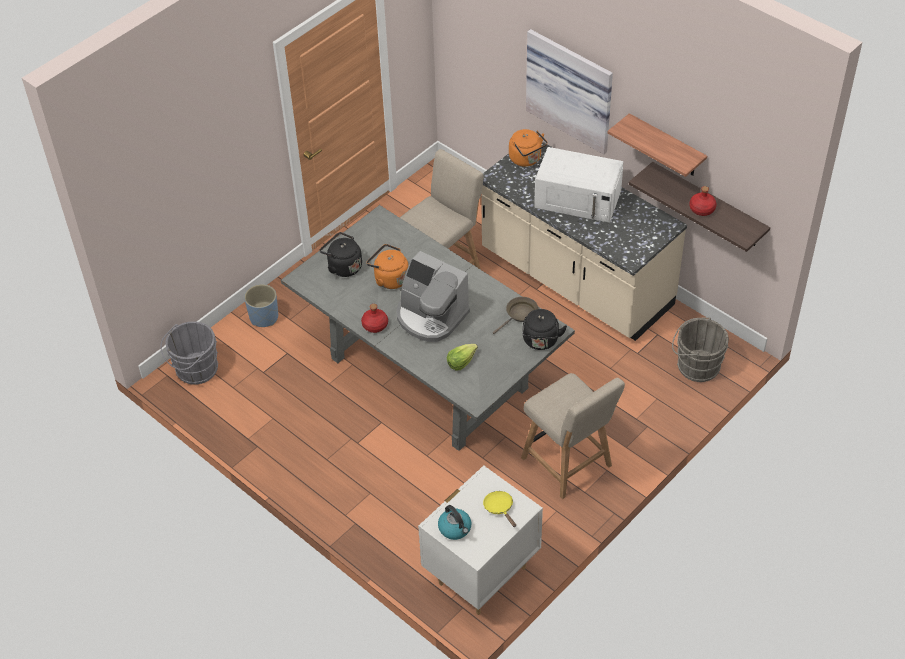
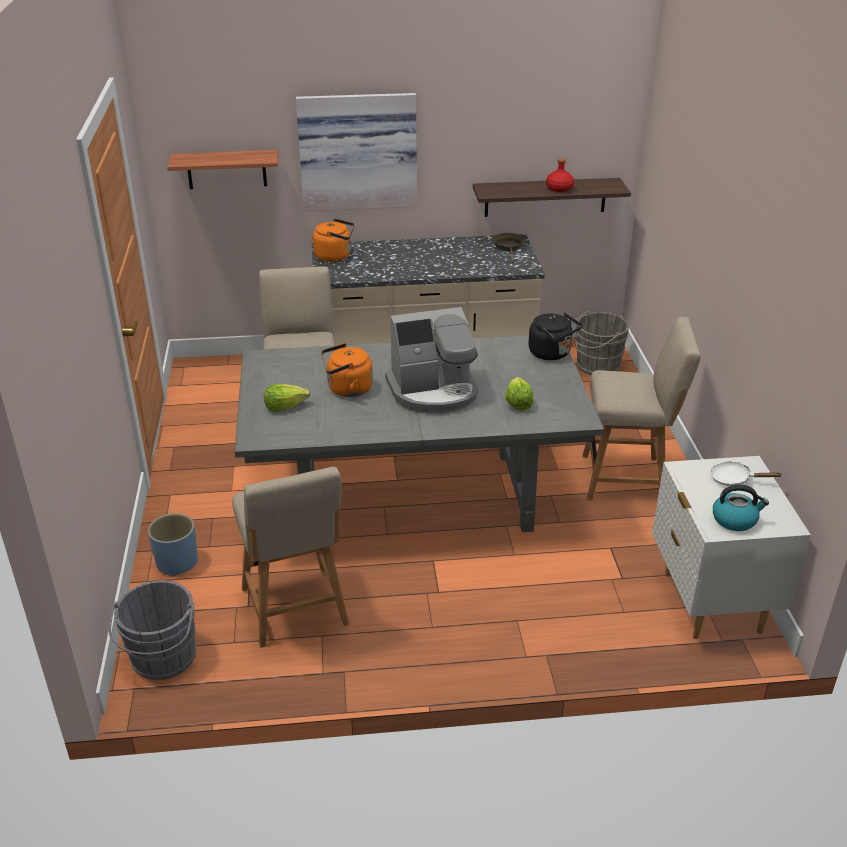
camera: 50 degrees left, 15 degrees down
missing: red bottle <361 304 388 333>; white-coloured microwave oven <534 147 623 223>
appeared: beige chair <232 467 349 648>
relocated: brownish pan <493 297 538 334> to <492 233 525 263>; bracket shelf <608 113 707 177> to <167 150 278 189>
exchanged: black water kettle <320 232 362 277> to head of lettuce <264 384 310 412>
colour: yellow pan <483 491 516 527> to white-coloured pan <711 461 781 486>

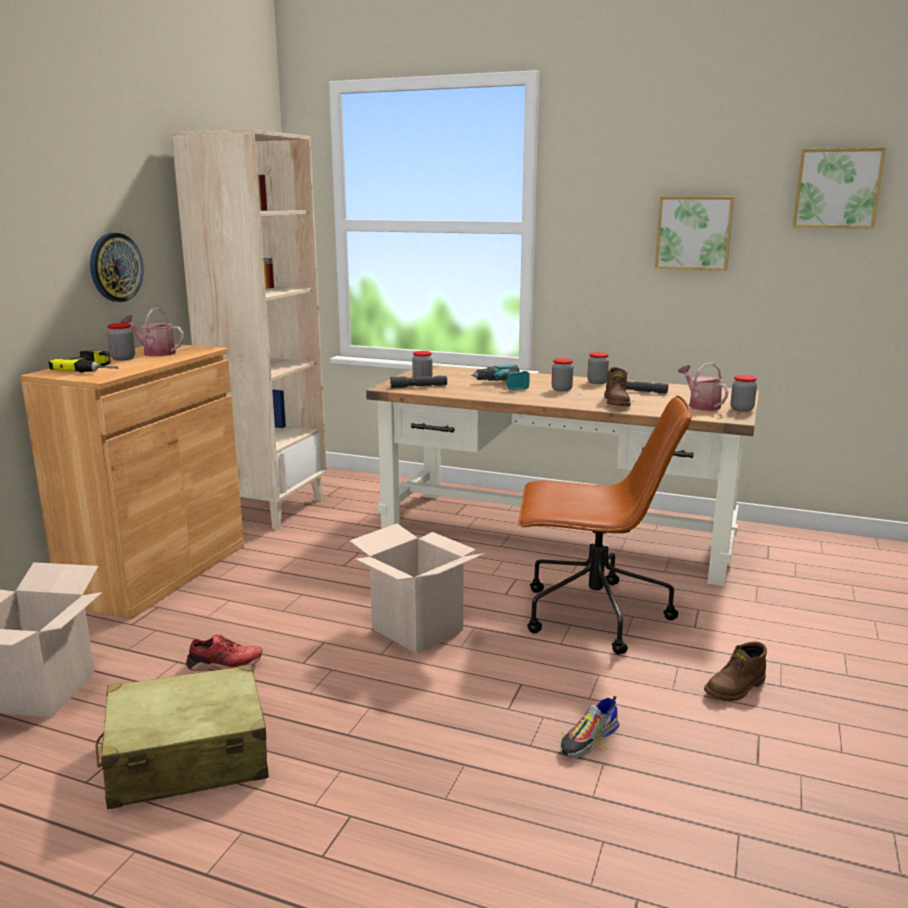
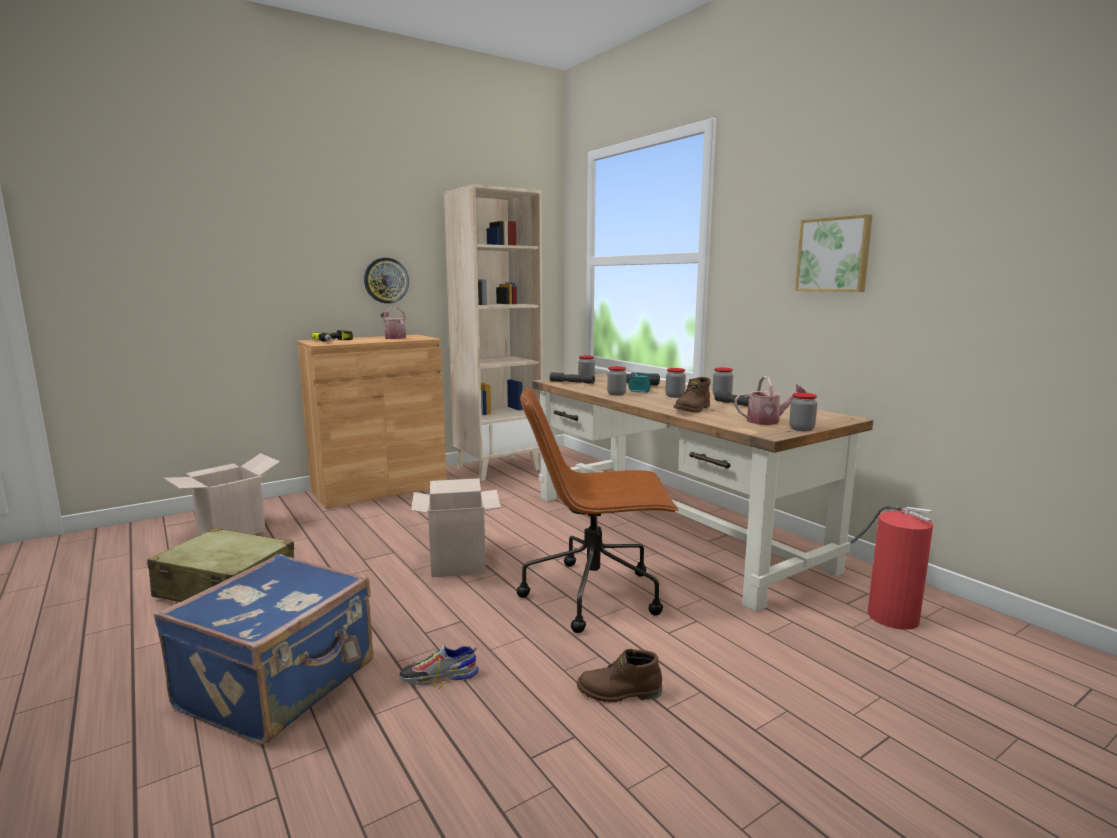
camera: 35 degrees right, 5 degrees down
missing: red shoe <186 635 262 671>; picture <793 148 886 228>
appeared: bluish travel case <154 554 373 745>; fire-fighting cylinder <850 506 933 630>
relocated: storage jar <107 323 135 361> to <607 366 627 396>
spun: brownish desk chair <518 395 692 655> = <517 387 678 633> 135 degrees clockwise; sprinkling can <678 363 729 411> = <734 376 807 425> 75 degrees clockwise

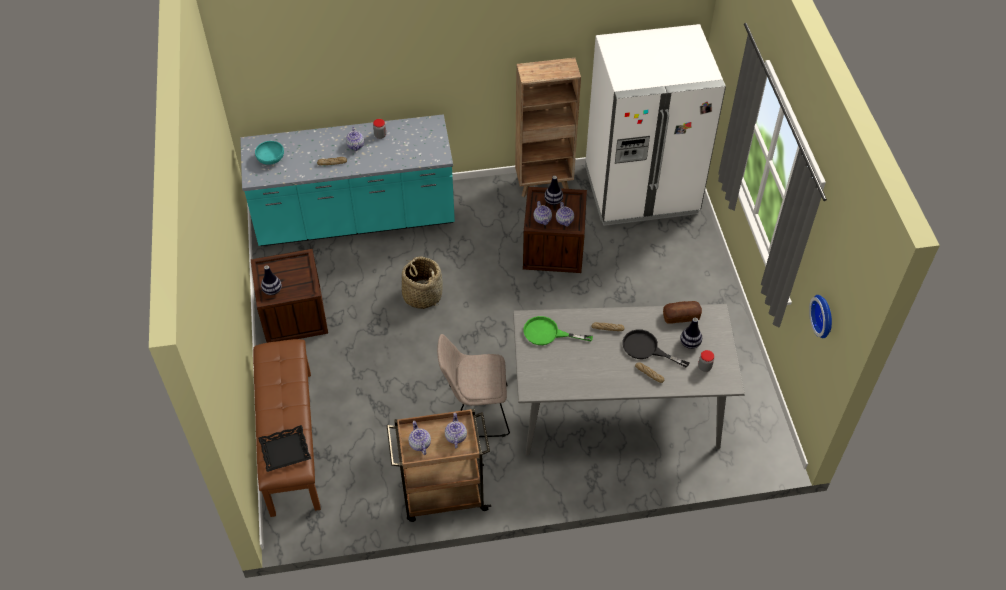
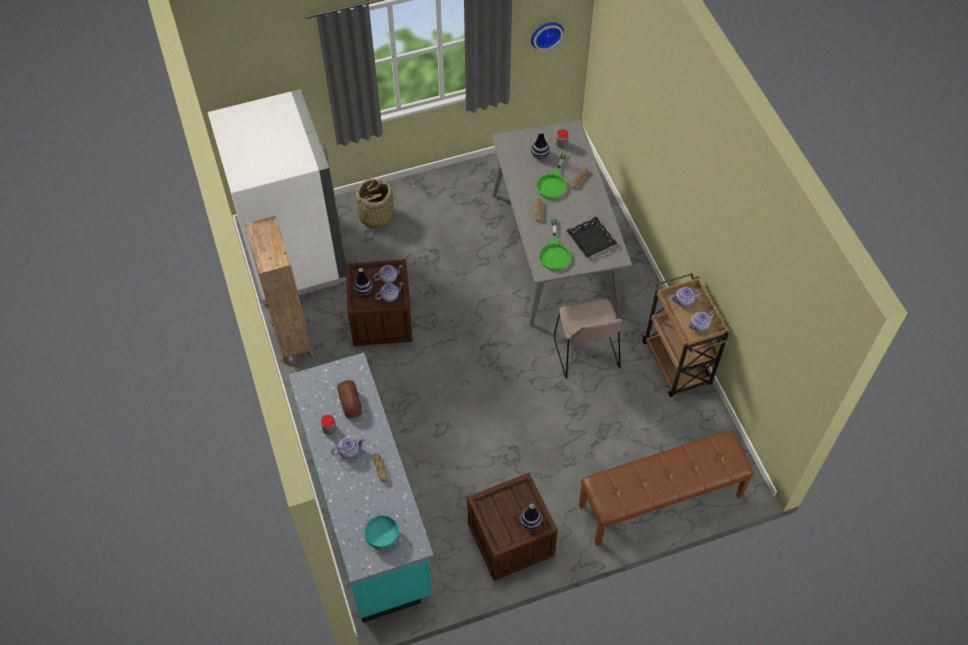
camera: 100 degrees left, 5 degrees up
relocated: black tray <258 425 311 472> to <566 217 617 258>; storage basket <402 256 442 309> to <356 178 393 228>; baked bread <663 301 702 324> to <337 380 362 418>
colour: black pan <622 329 689 368> to green-coloured pan <536 153 567 199>

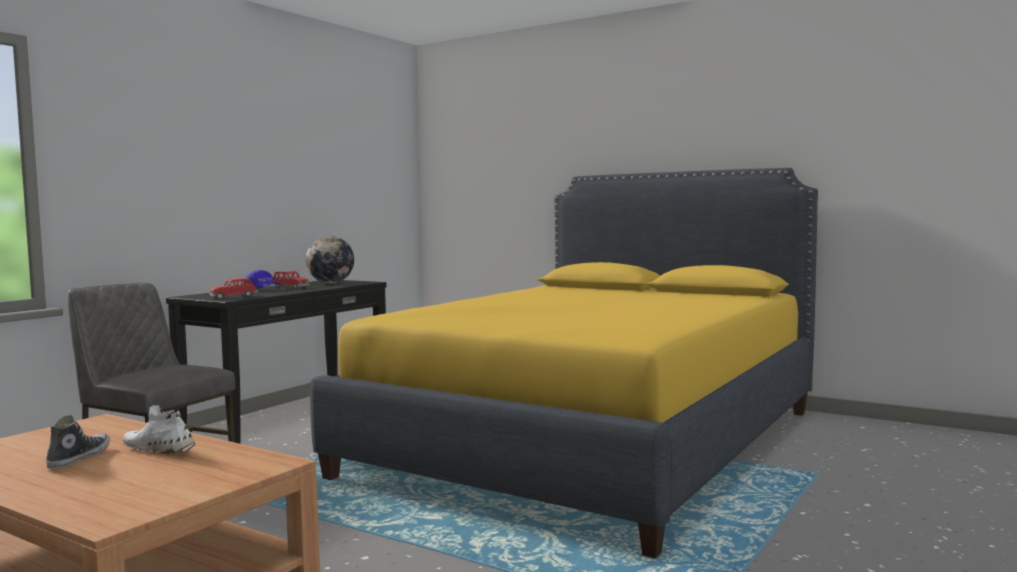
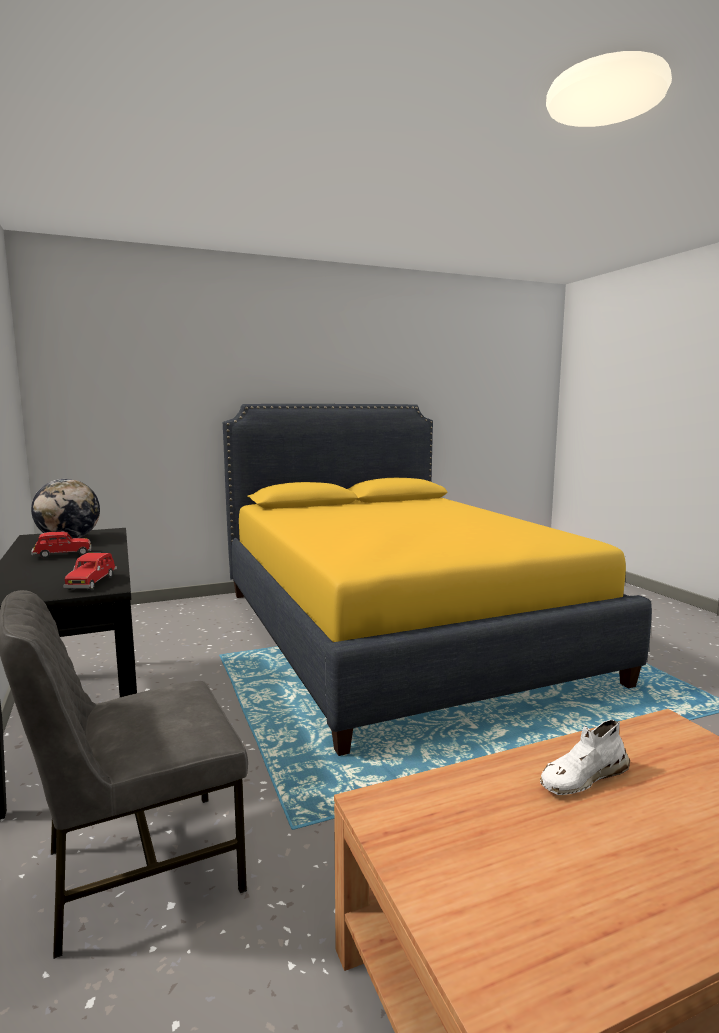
camera: 55 degrees left, 5 degrees up
missing: shoe <46 415 110 469>; bluish peaked cap <244 270 281 289>

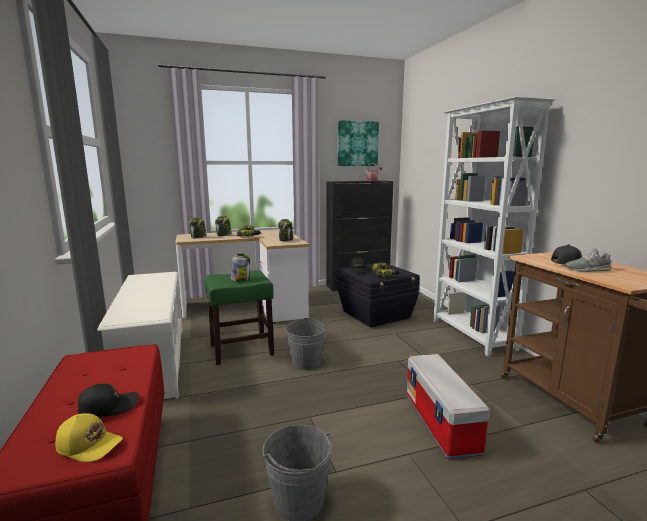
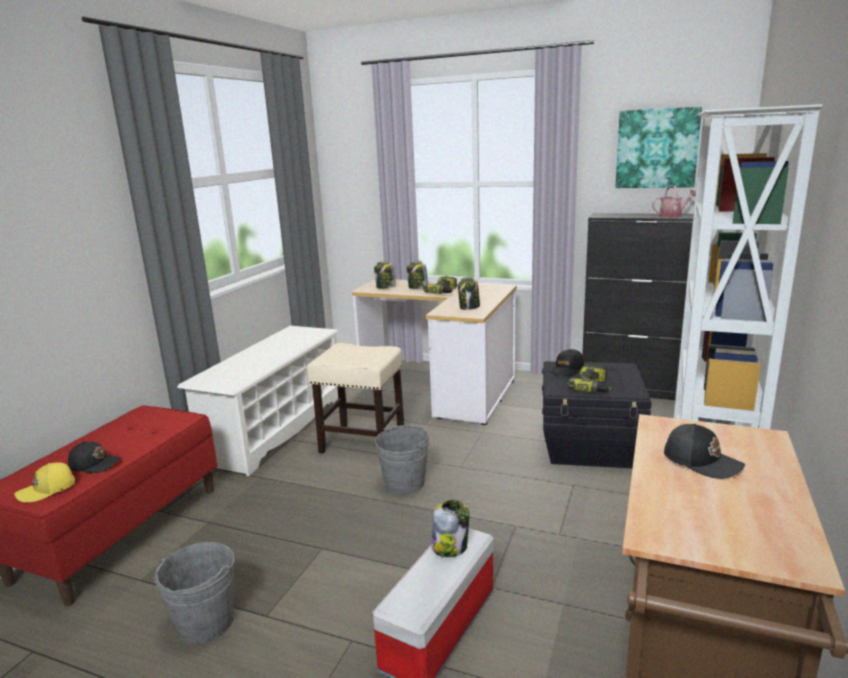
camera: 40 degrees right, 5 degrees up
missing: gray shoe <565 248 612 272>
relocated: storage jar <231 254 250 282> to <431 500 469 557>
colour: green-coloured stool <204 270 274 365> to beige stool <307 343 404 453>
spun: yellow peaked cap <55 413 123 462> = <14 462 75 502> 90 degrees clockwise

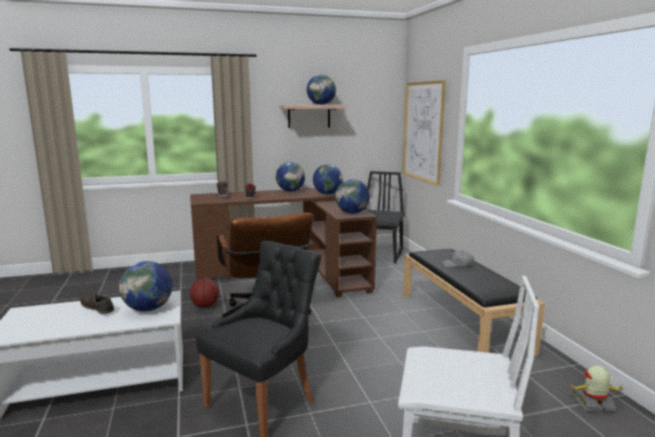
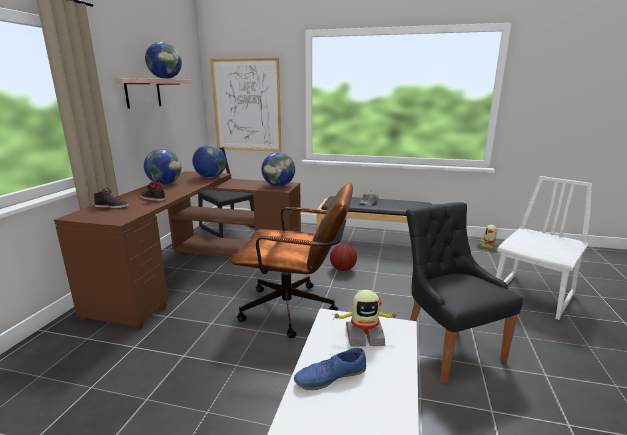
camera: 60 degrees left, 5 degrees up
relocated: basketball ball <190 278 219 308> to <330 244 357 271>
exchanged: globe <119 261 173 311> to toy robot <333 290 399 346>
colour: brownish shoe <80 293 114 315> to bluish shoe <294 348 366 390>

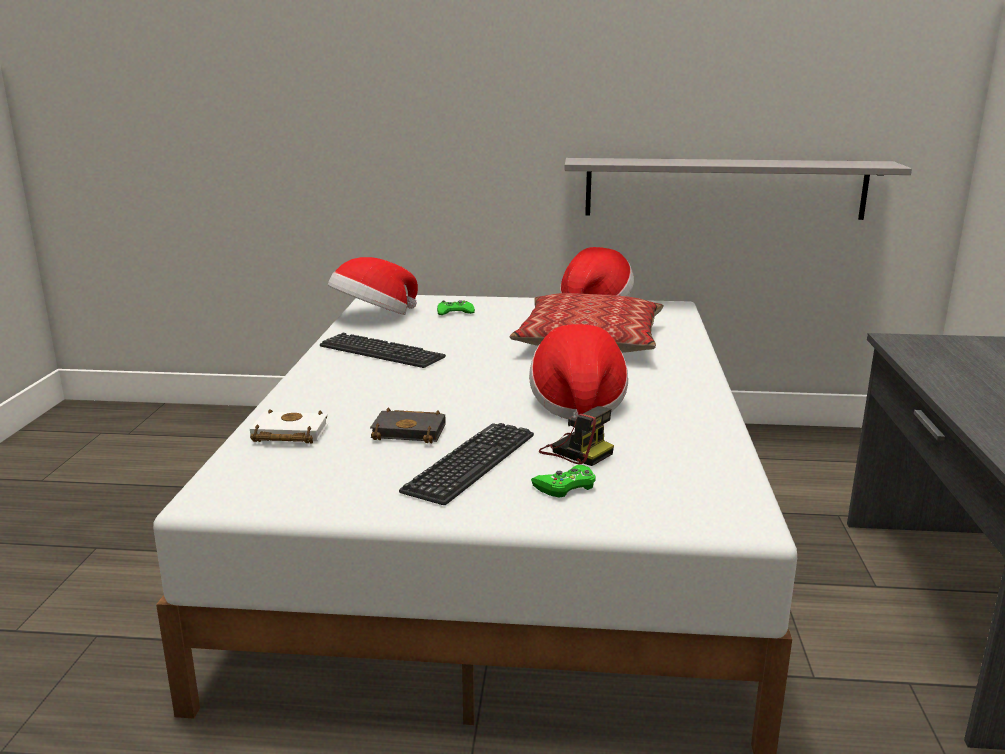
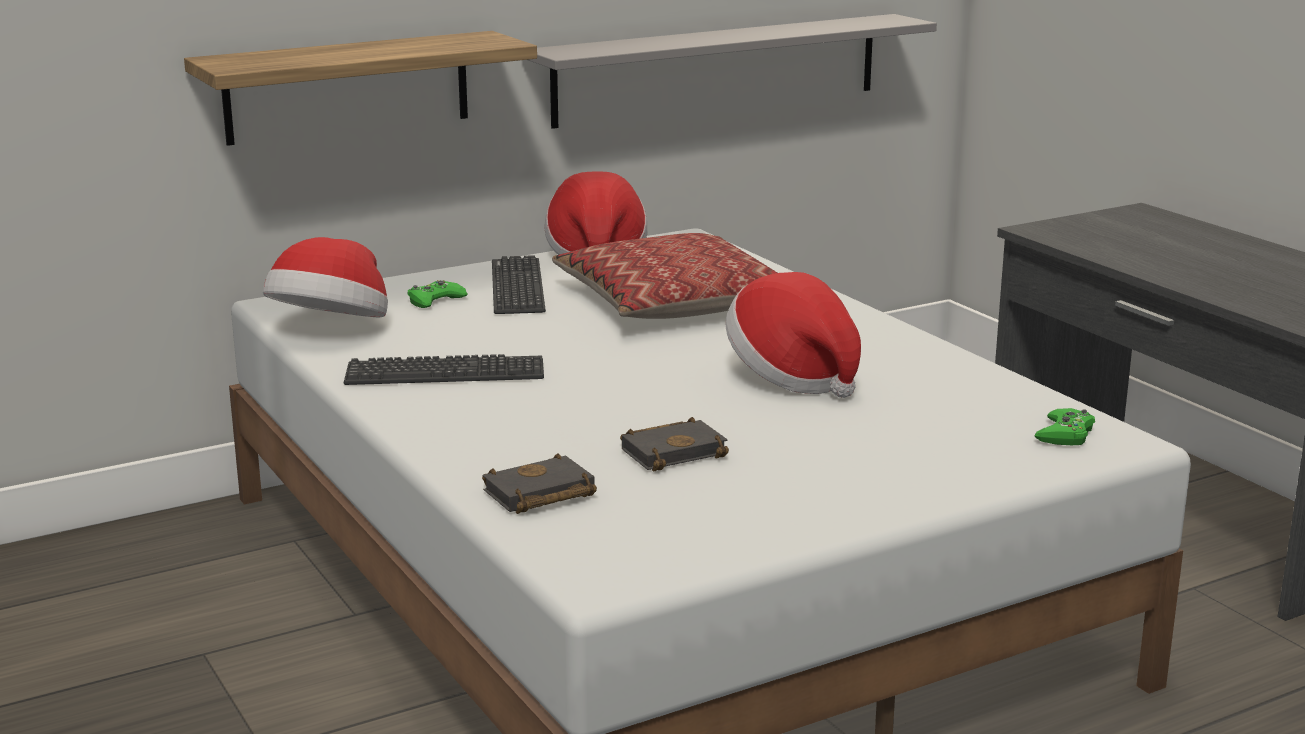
camera: 35 degrees left, 0 degrees up
missing: photo camera <539 406 614 466>
appeared: bracket shelf <184 31 537 146>
relocated: keyboard <399 423 534 505> to <492 255 546 314>; green-coloured gamepad <531 465 596 497> to <1035 408 1095 445>
colour: white-coloured book <250 409 328 444> to black book <482 453 597 514>

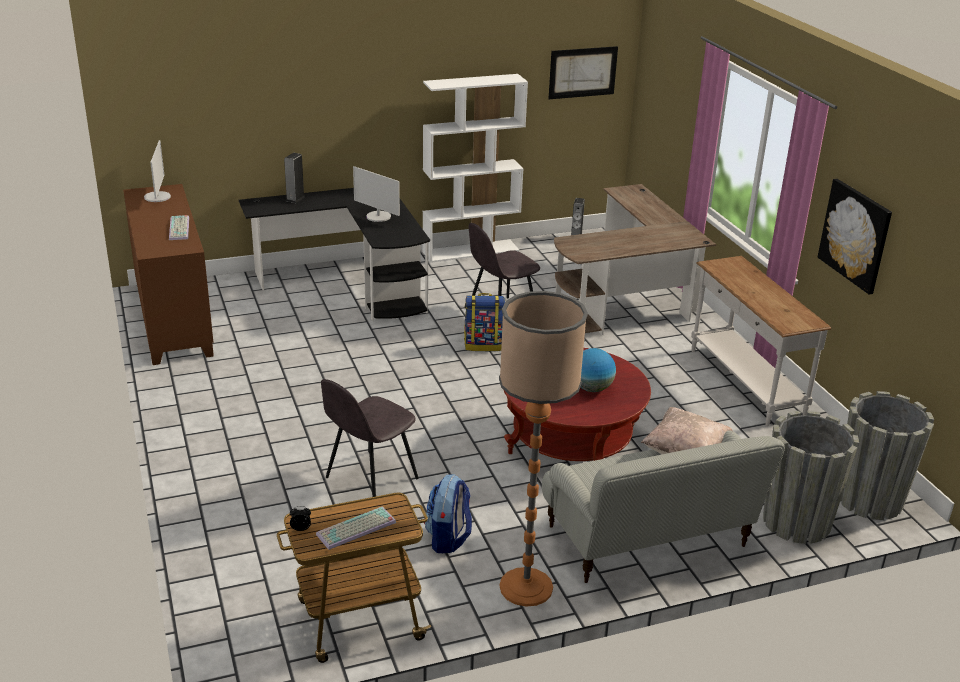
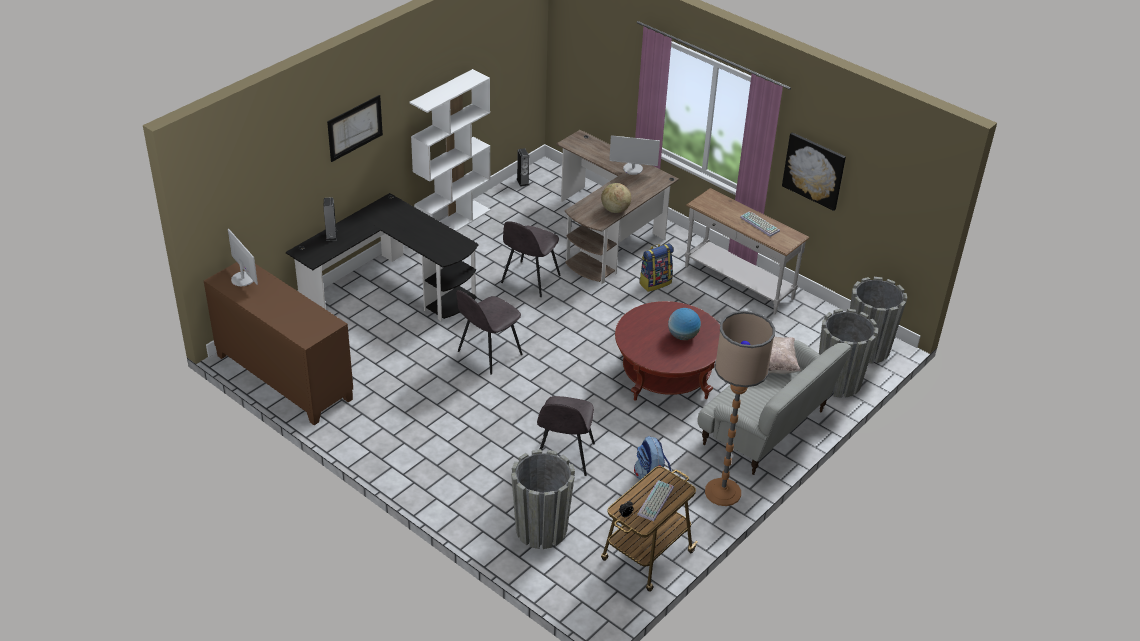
camera: 30 degrees left, 10 degrees up
appeared: gray chair <456 290 523 375>; gray plant pot <511 449 575 549>; globe <601 183 631 213>
relocated: keyboard <169 215 189 240> to <740 211 780 237>; monitor <353 166 400 222> to <609 135 660 175>; rucksack <464 293 505 351> to <639 243 674 292>; picture <549 46 618 99> to <327 95 383 162>

